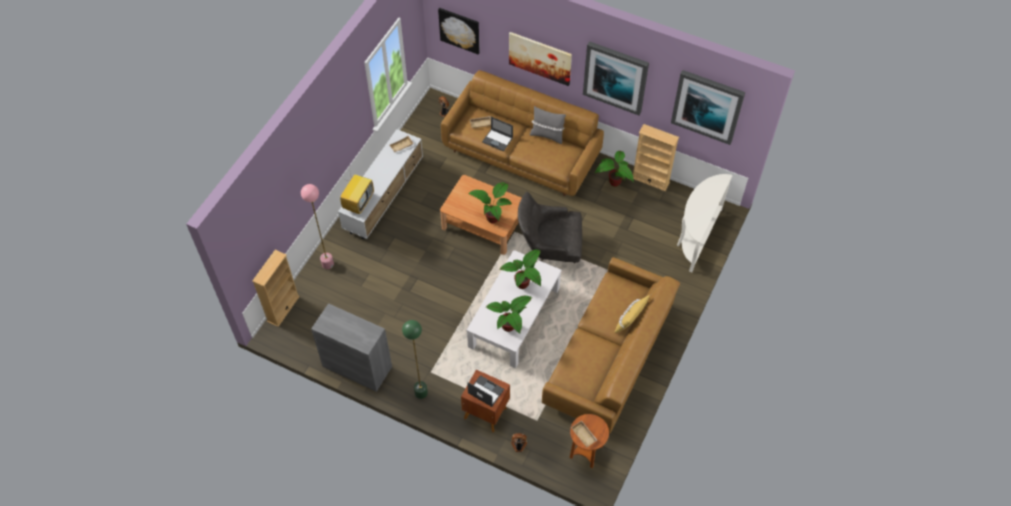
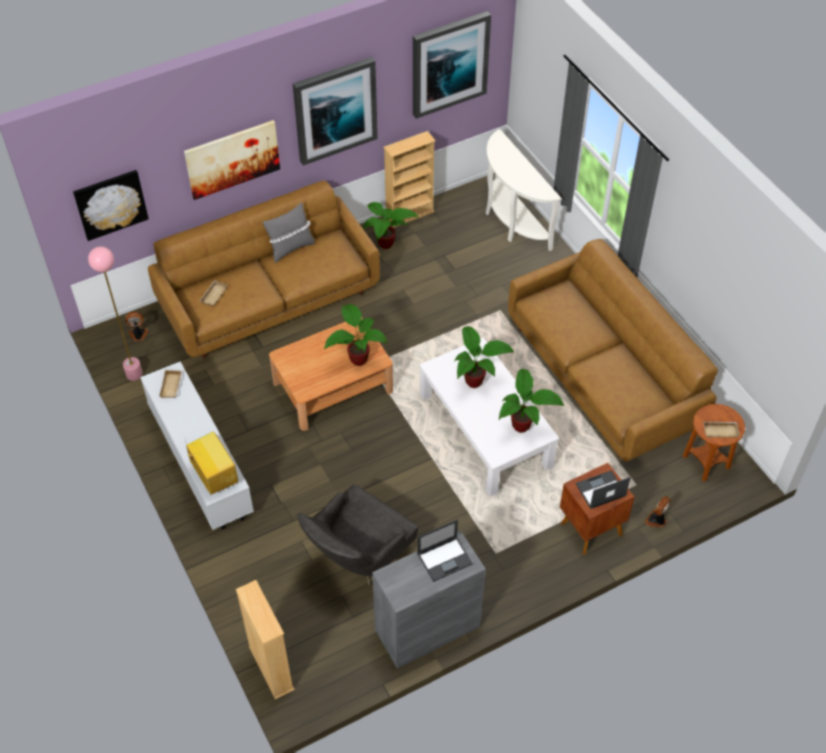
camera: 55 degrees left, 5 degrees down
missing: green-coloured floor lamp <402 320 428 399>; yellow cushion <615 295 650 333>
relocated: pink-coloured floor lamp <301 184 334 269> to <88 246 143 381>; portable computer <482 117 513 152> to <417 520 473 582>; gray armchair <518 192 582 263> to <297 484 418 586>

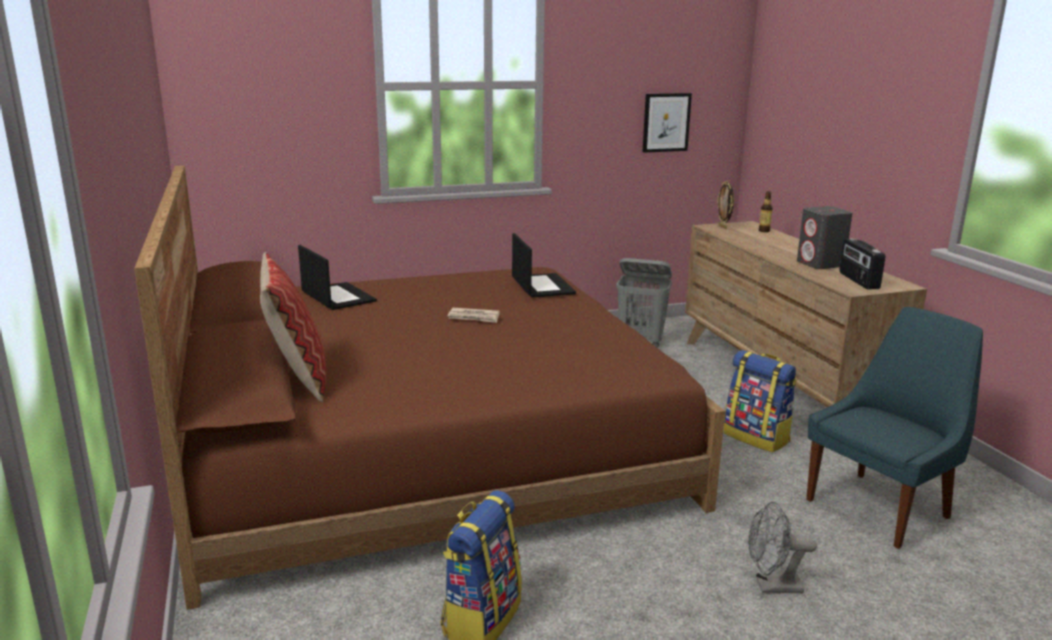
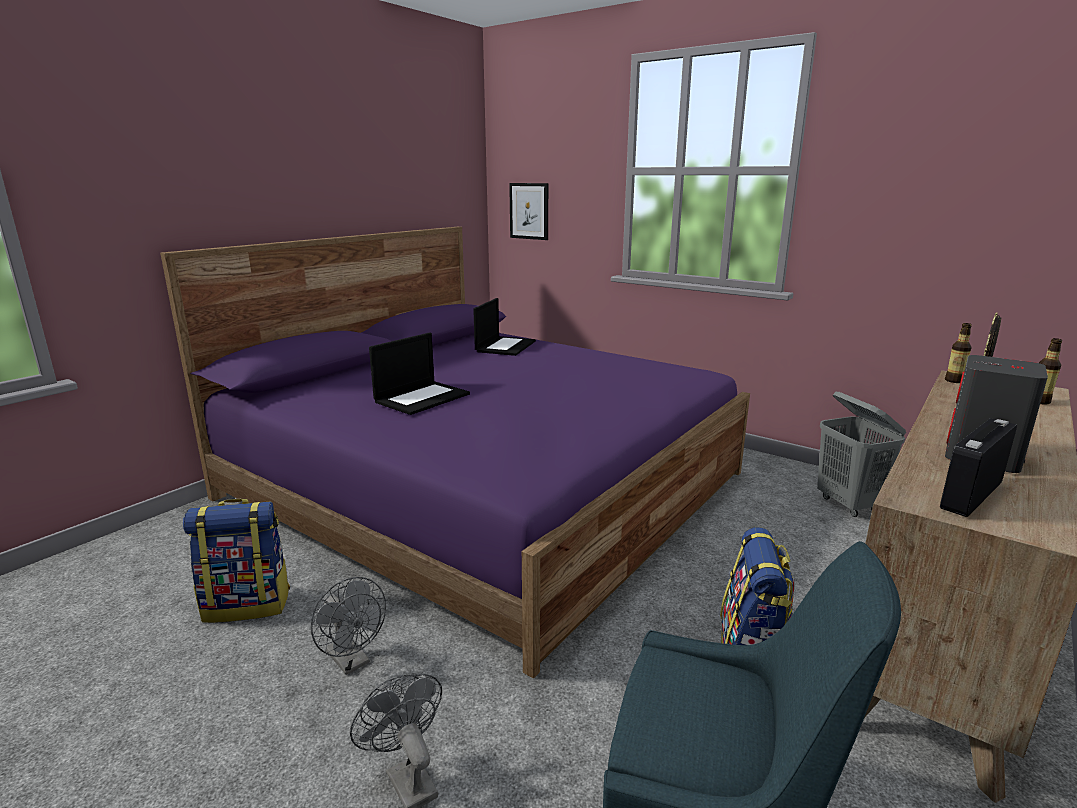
camera: 55 degrees right, 0 degrees up
missing: cushion <260 252 326 402>; printed paper <448 308 500 323>
appeared: gray fan <311 577 386 675>; bottle <945 323 972 383>
relocated: portable computer <512 233 576 297> to <369 332 470 415>; picture <642 93 692 153> to <509 183 548 240>
colour: brownish bedroom bed <134 166 725 610> to purplish bedroom bed <160 227 750 678>

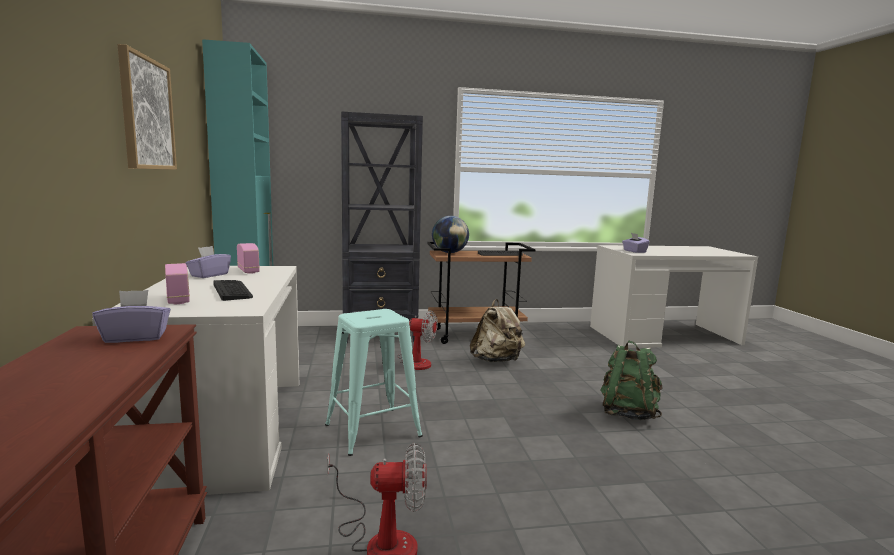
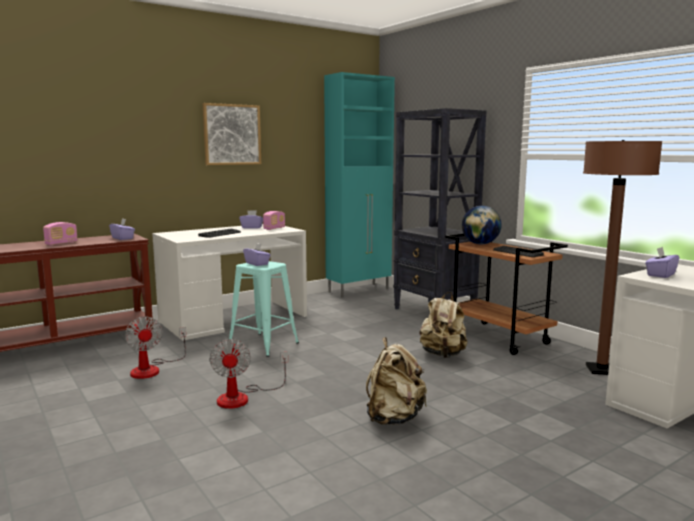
camera: 65 degrees right, 0 degrees up
appeared: purplish tissue holder <243 243 271 266>; brownish floor lamp <583 140 662 375>
relocated: radio receiver <165 263 190 304> to <43 222 78 246>; fan <397 311 438 370> to <209 339 288 409>
colour: green-coloured rucksack <600 341 663 420> to beige rucksack <366 337 427 425>

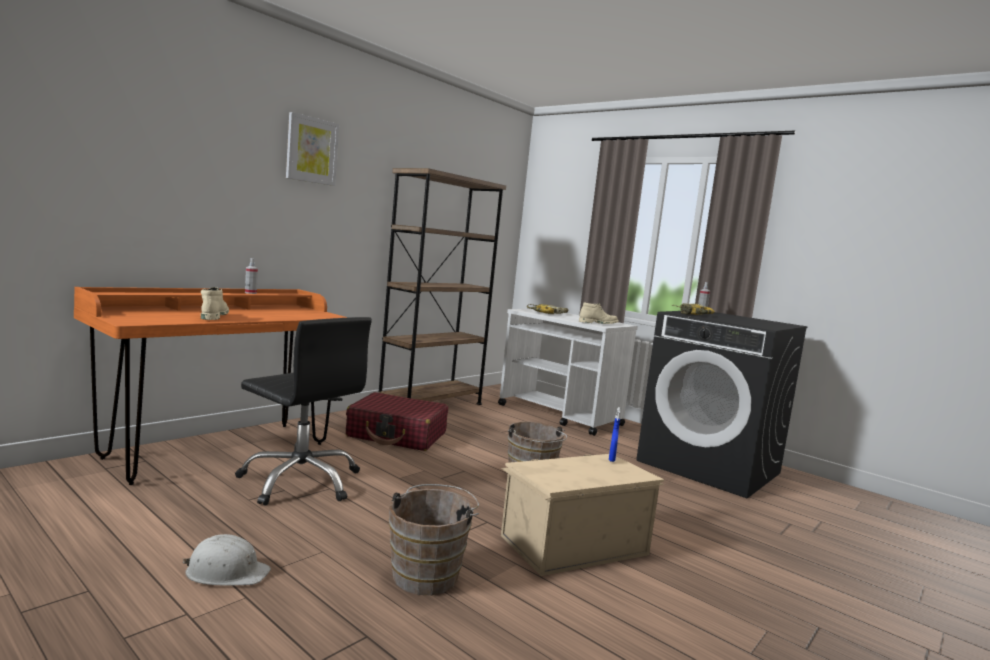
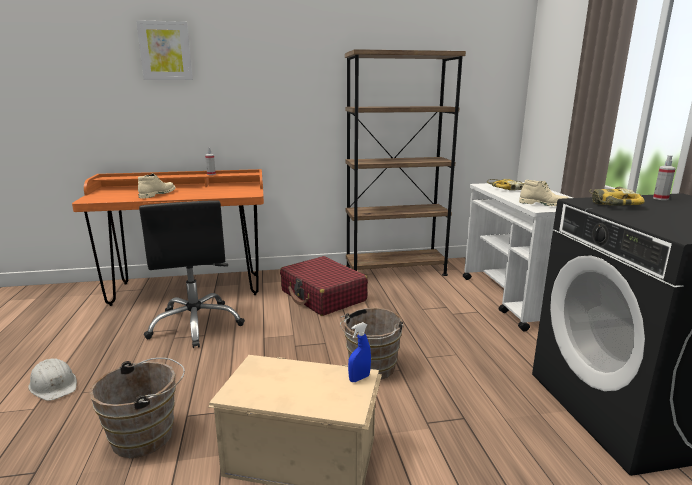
camera: 40 degrees right, 10 degrees up
relocated: picture <286 112 339 186> to <136 20 193 80>

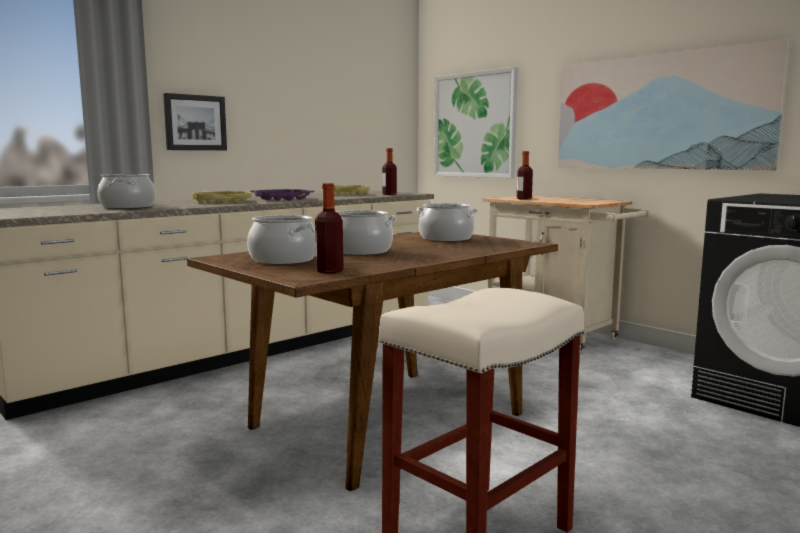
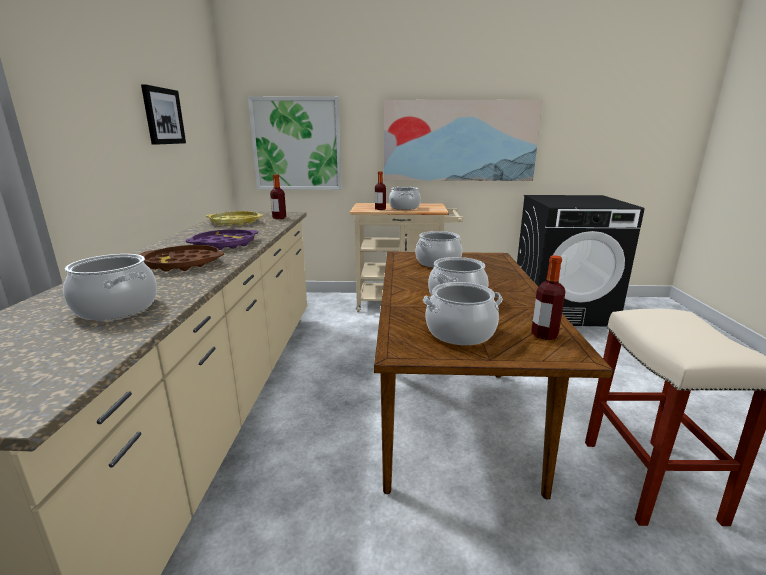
camera: 45 degrees left, 10 degrees up
appeared: cooking pot <389 187 421 210>
relocated: picture <163 93 227 150> to <141 84 186 145>
colour: yellow tray <192 191 252 203> to brownish tray <140 245 224 272>

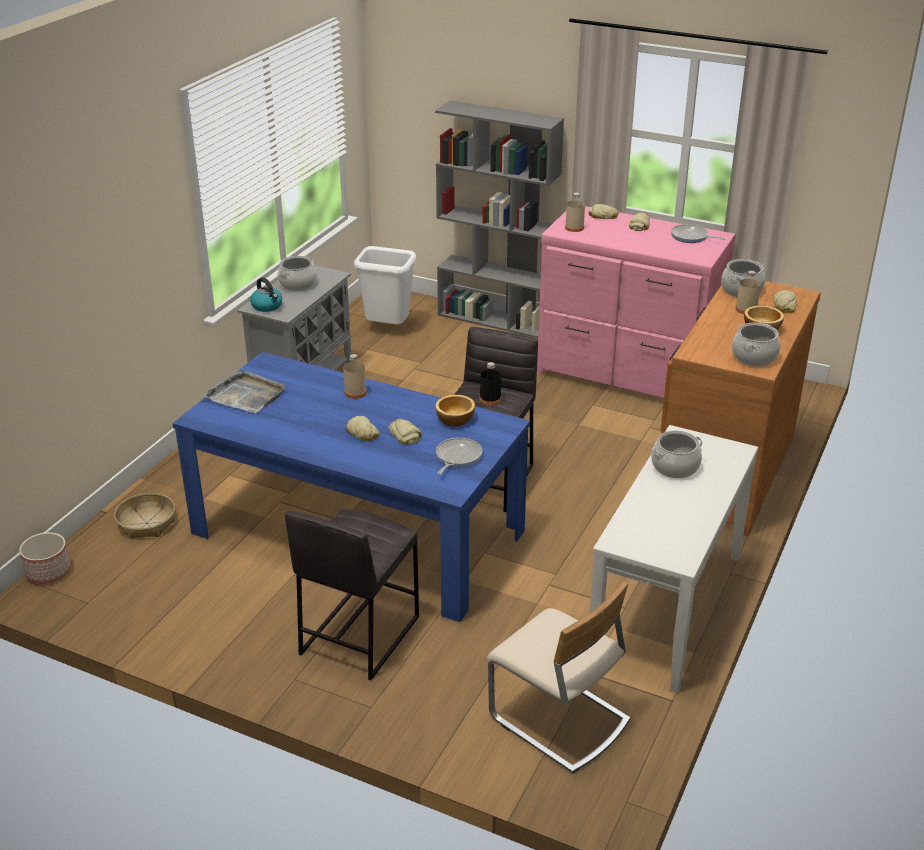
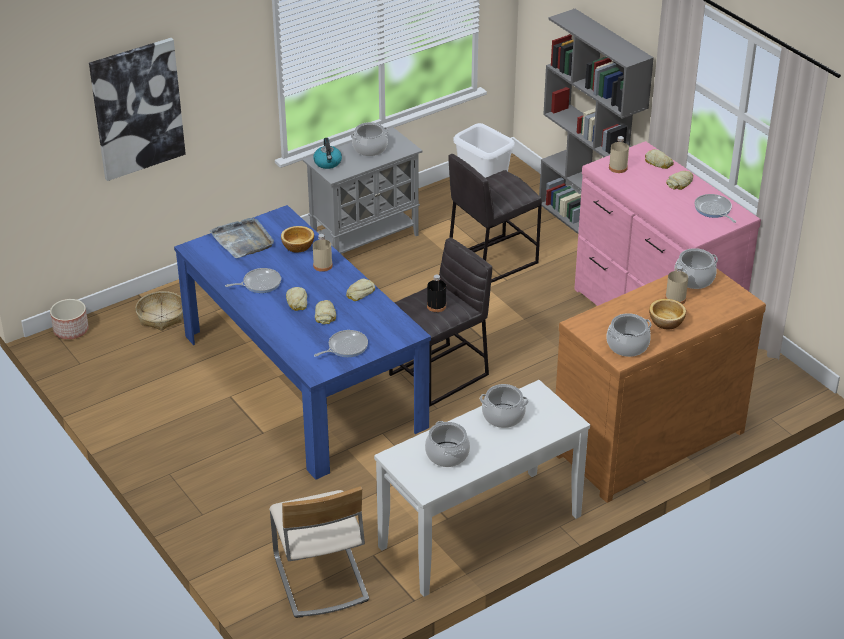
camera: 30 degrees right, 5 degrees up
appeared: picture <89 38 186 181>; pan <225 268 281 293>; cooking pot <425 421 470 467>
relocated: gray stool <285 508 419 680> to <448 154 542 283>; serving bowl <435 395 475 426> to <281 226 314 253>; baked bread <774 290 797 313> to <346 279 375 301>

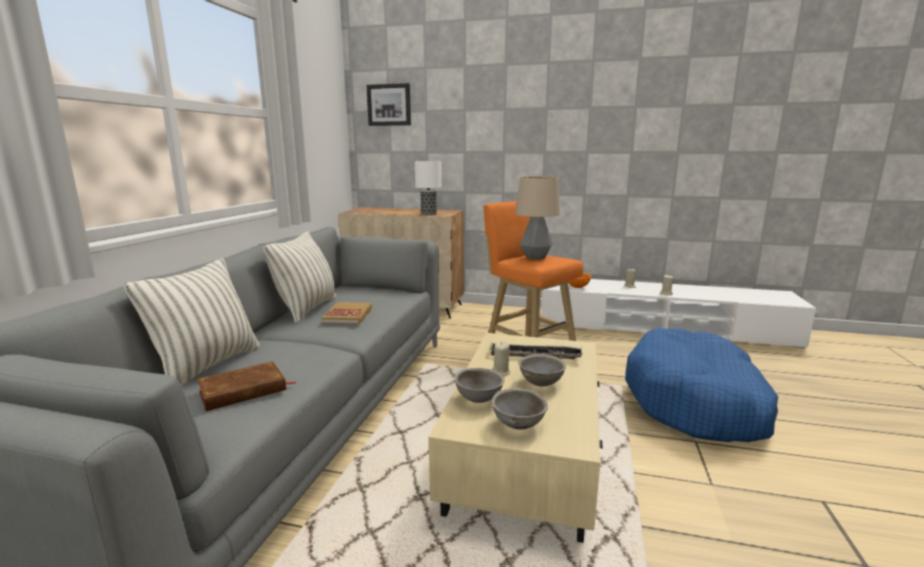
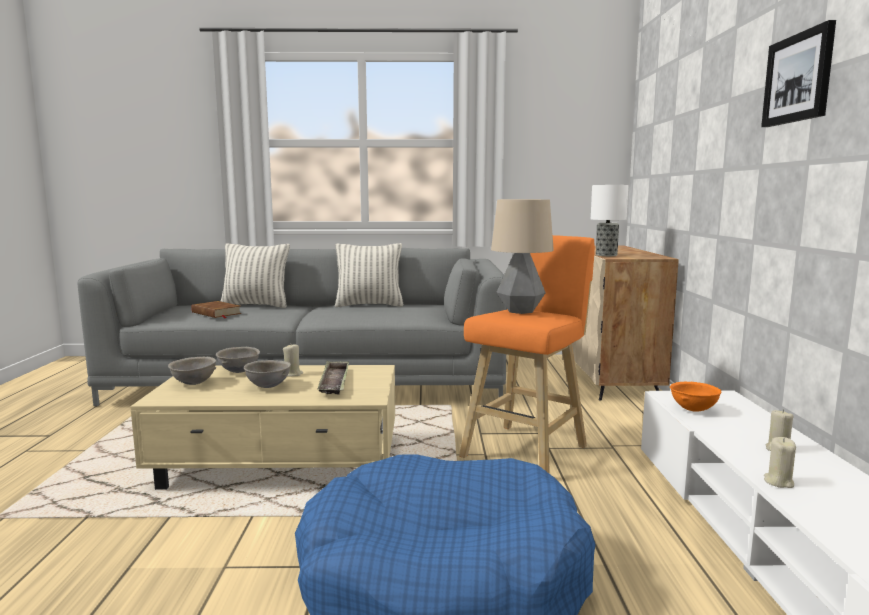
camera: 75 degrees right, 5 degrees down
missing: book <322 302 372 325>
relocated: picture <367 83 411 126> to <761 20 836 127>

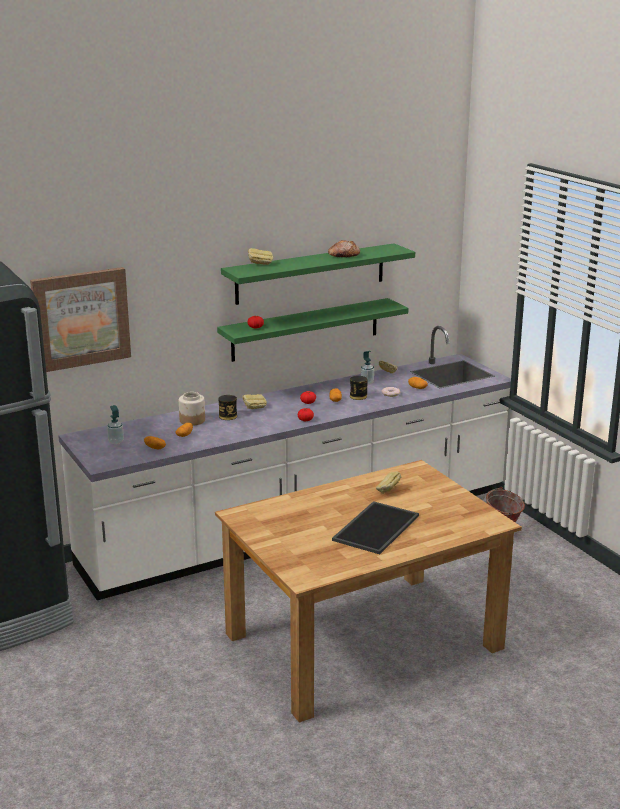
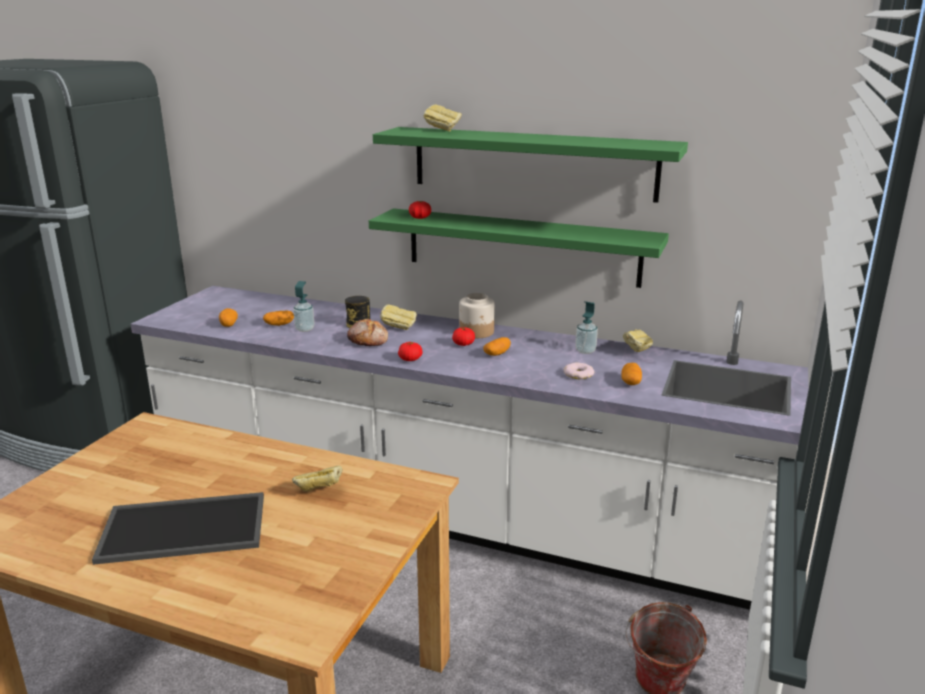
camera: 50 degrees right, 0 degrees up
missing: picture <30 267 131 372>; metal can <350 376 367 400>
relocated: soap dispenser <107 405 124 444> to <293 281 314 332>; storage jar <179 392 205 426> to <459 293 495 338>; baked bread <328 240 360 257> to <347 319 388 346>

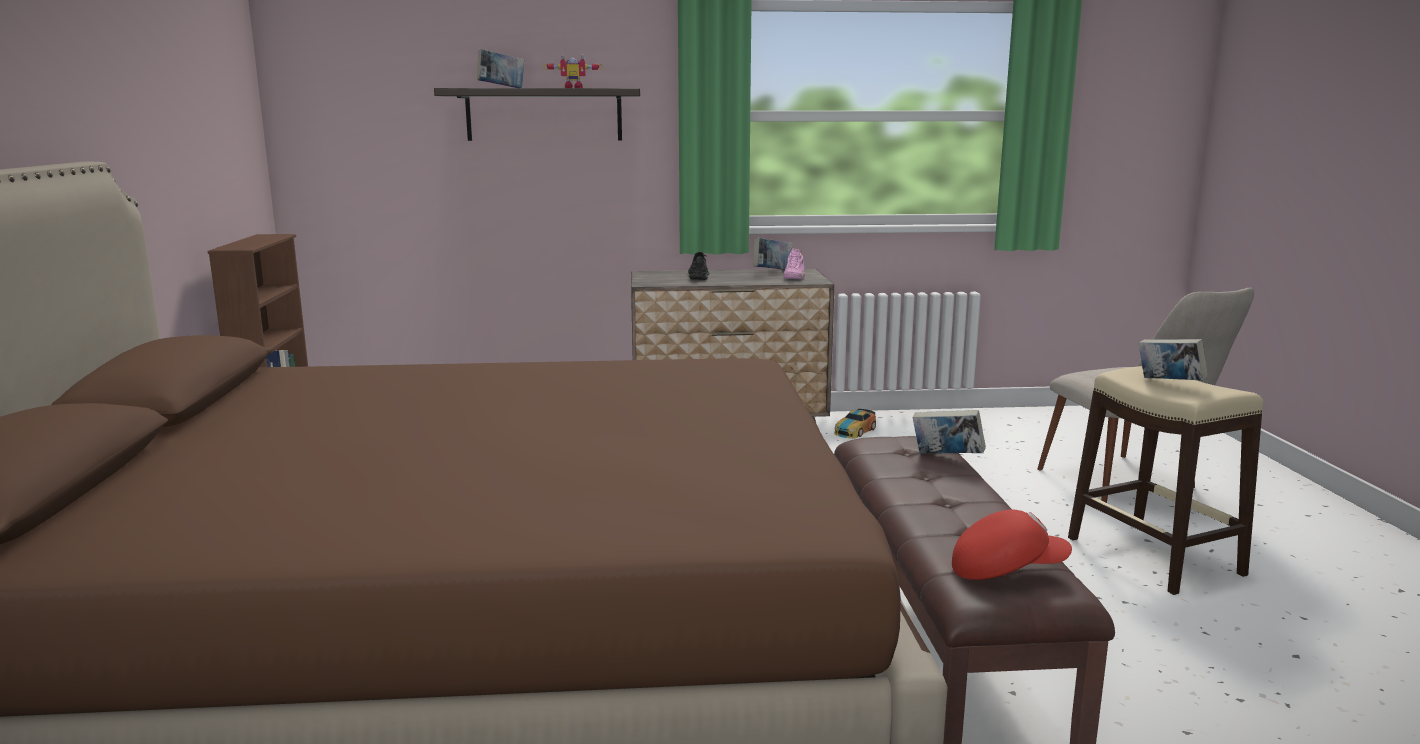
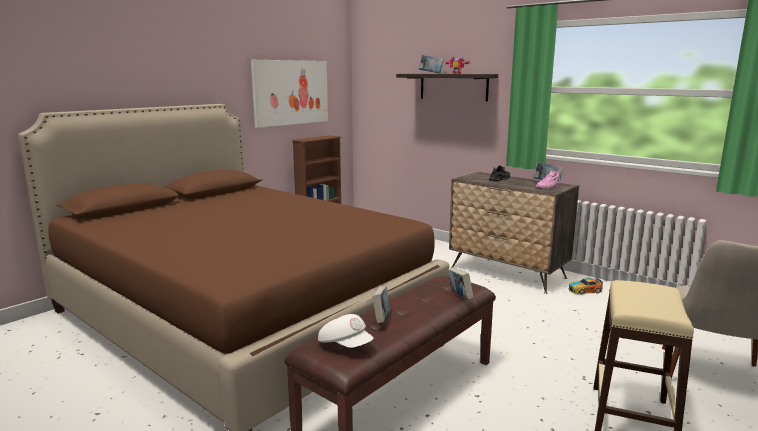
camera: 45 degrees right, 0 degrees up
appeared: picture <251 60 328 128>
relocated: book <1138 339 1208 381> to <372 286 390 323>
colour: red peaked cap <952 509 1072 580> to white-coloured peaked cap <318 314 374 348>

